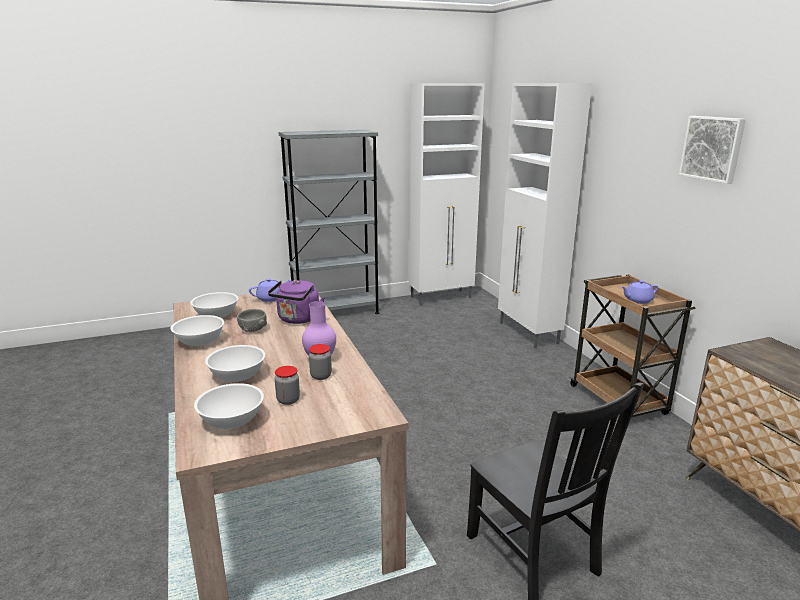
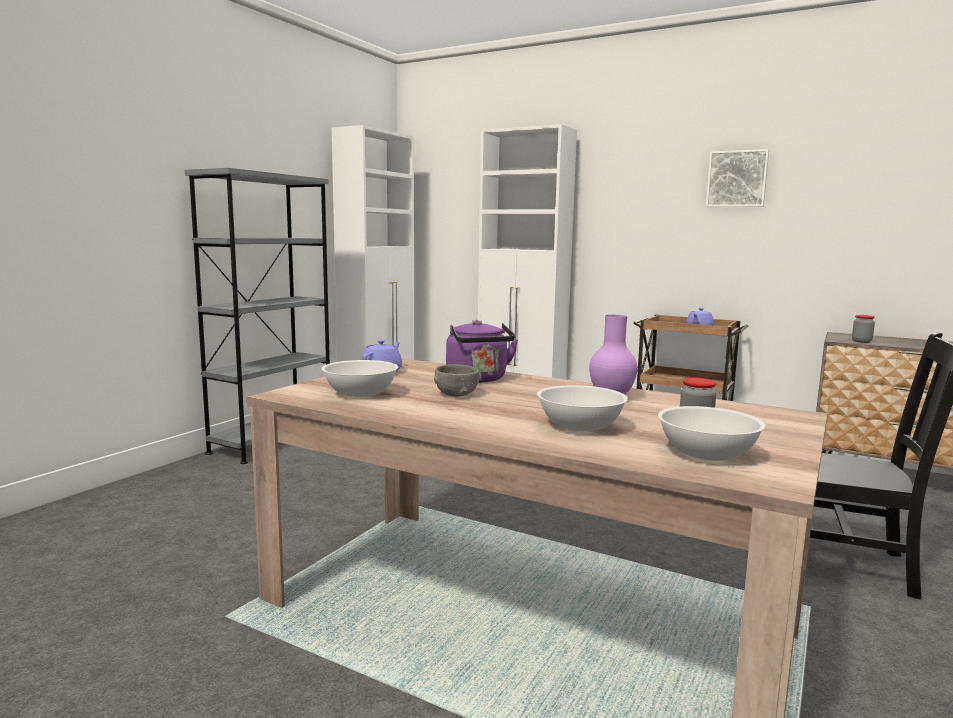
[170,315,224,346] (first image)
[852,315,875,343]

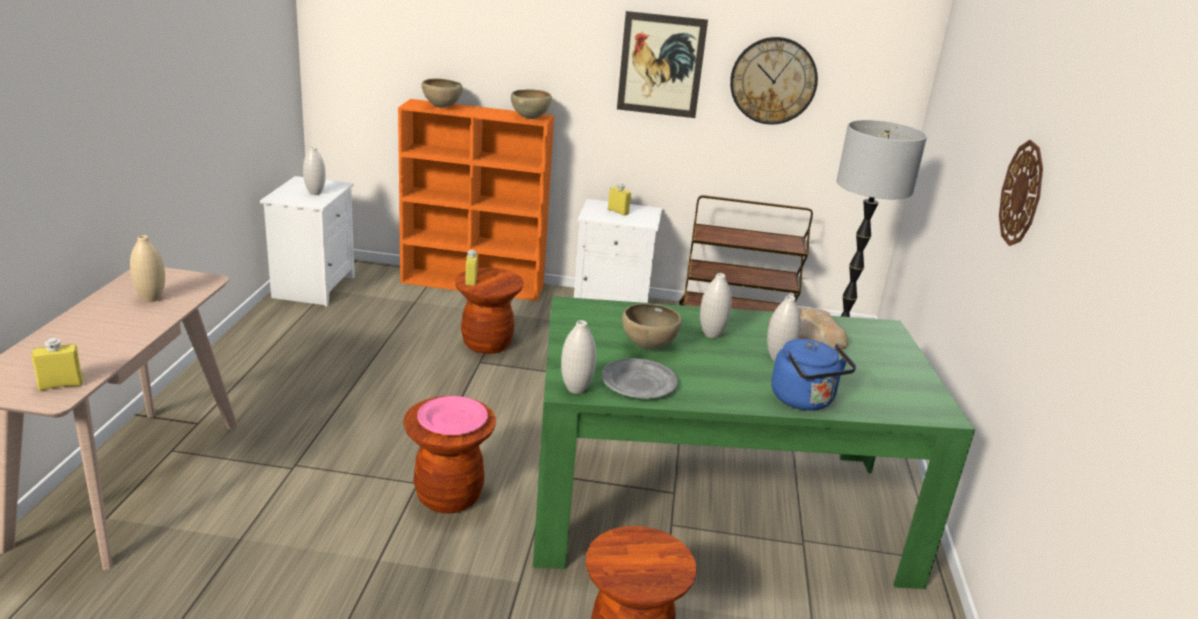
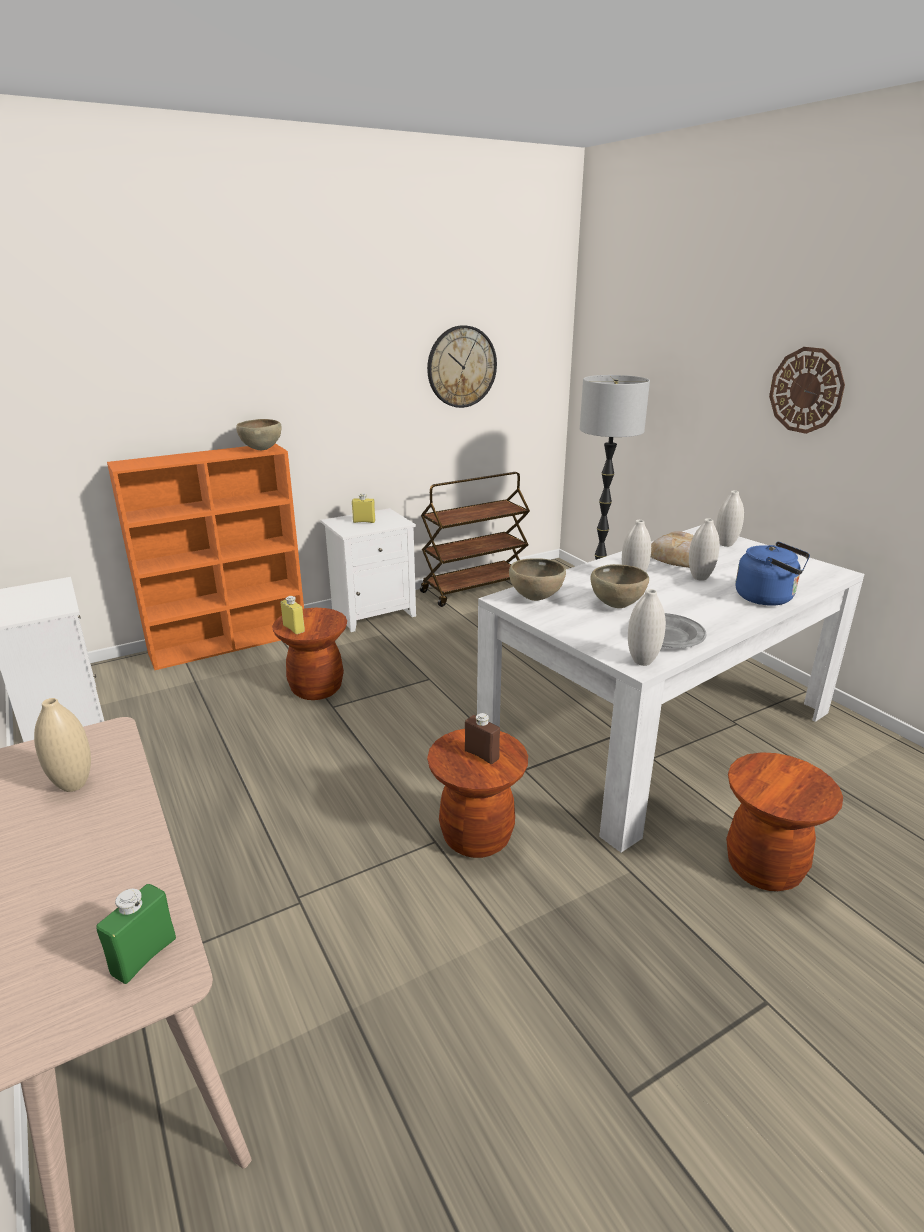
[96,884,176,984]
[716,491,744,547]
[465,713,500,764]
[509,558,566,601]
[477,525,864,853]
[617,11,708,118] (first image)

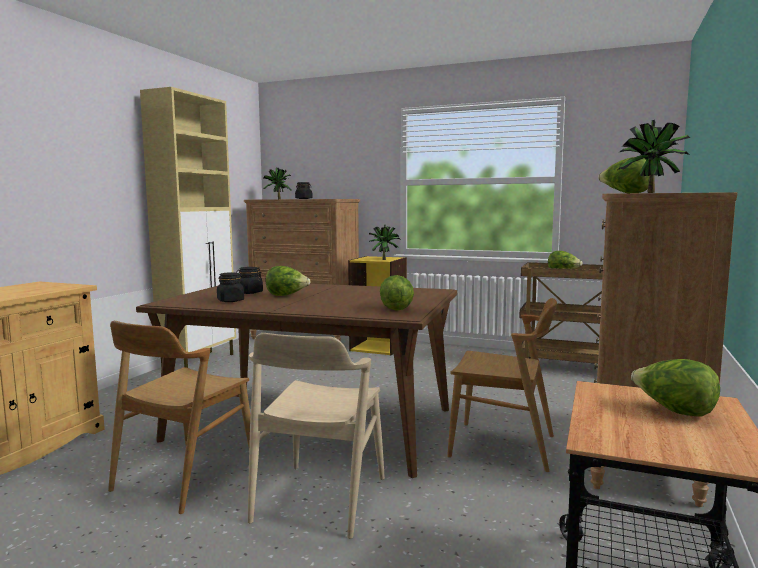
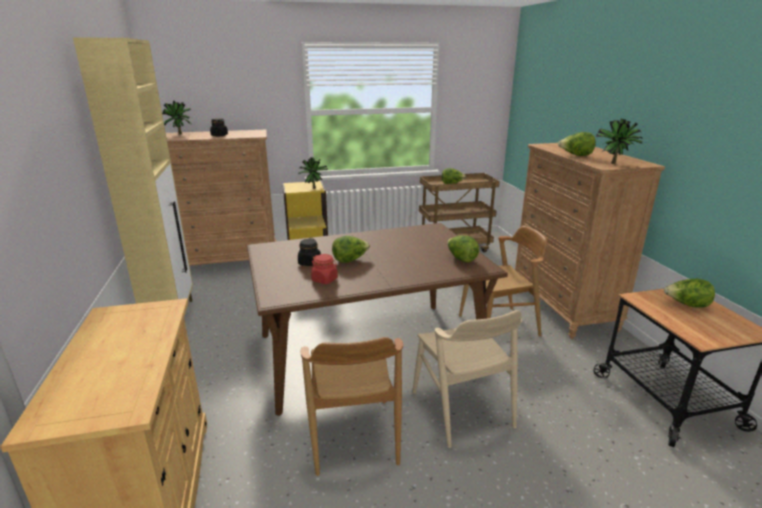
[311,254,338,284]

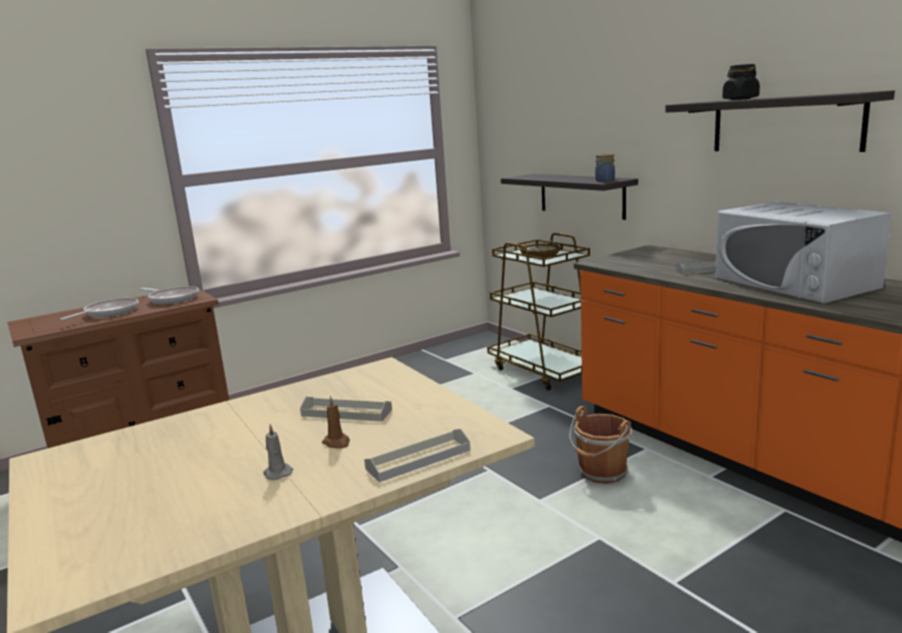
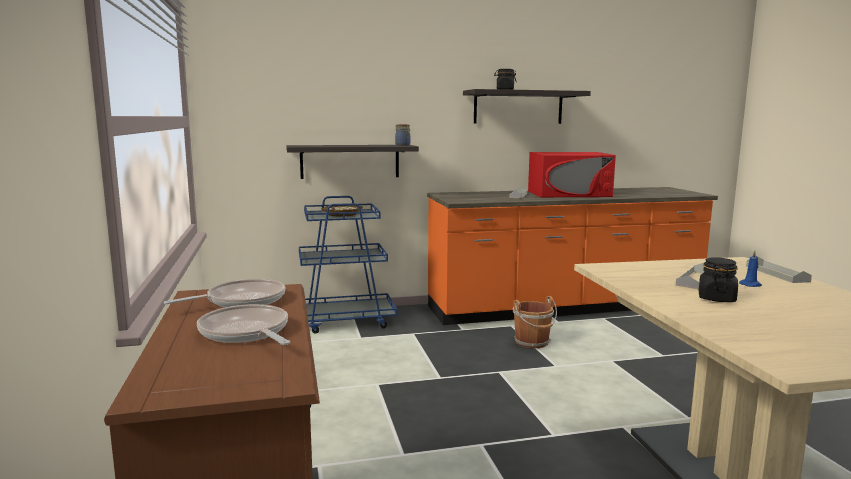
[263,424,293,480] (first image)
[739,250,762,287]
[299,196,397,334]
[528,152,616,197]
[699,257,738,302]

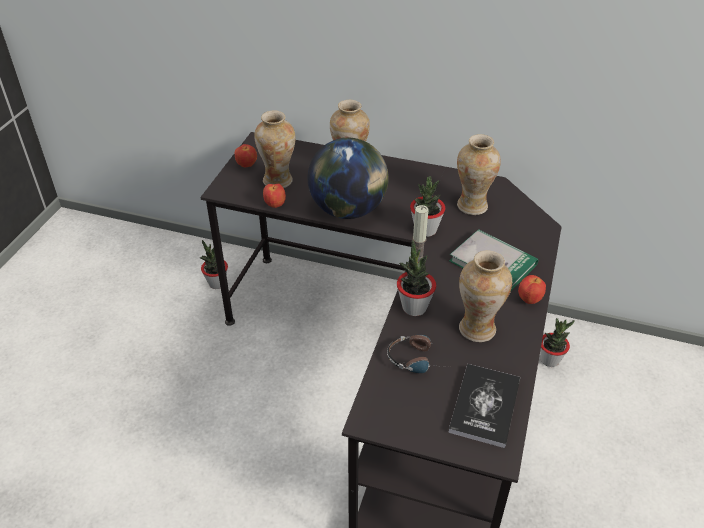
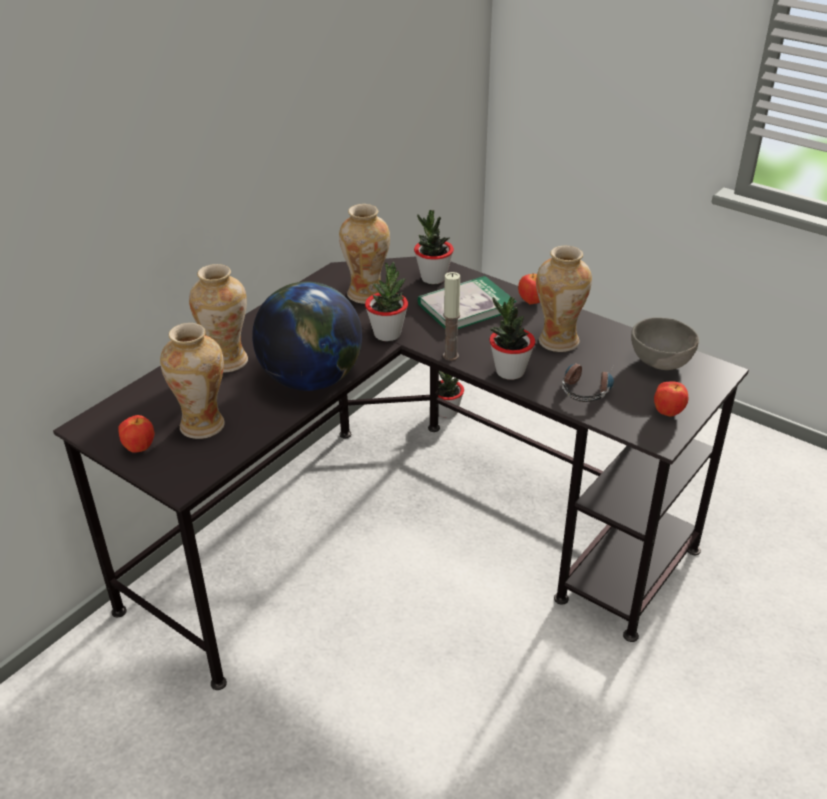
[414,210,454,284]
[654,381,688,417]
[631,317,699,370]

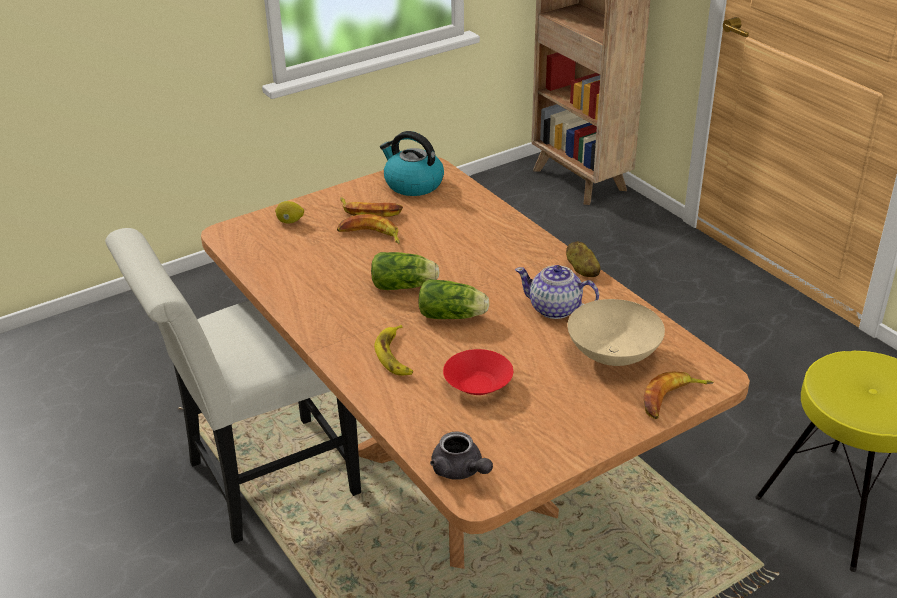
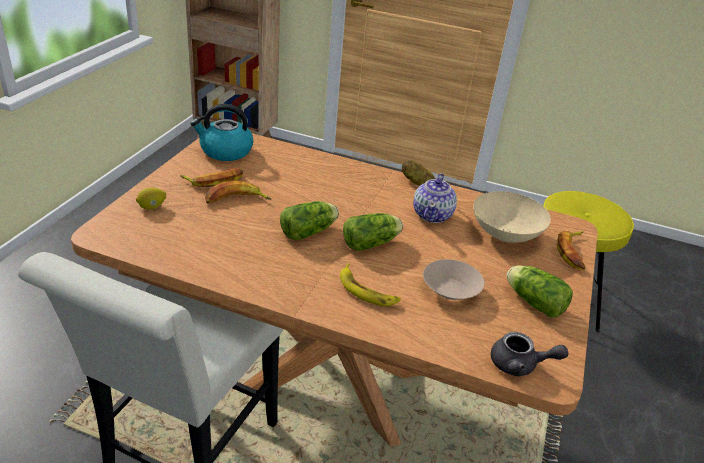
[423,259,485,300]
[413,173,457,223]
[507,265,573,318]

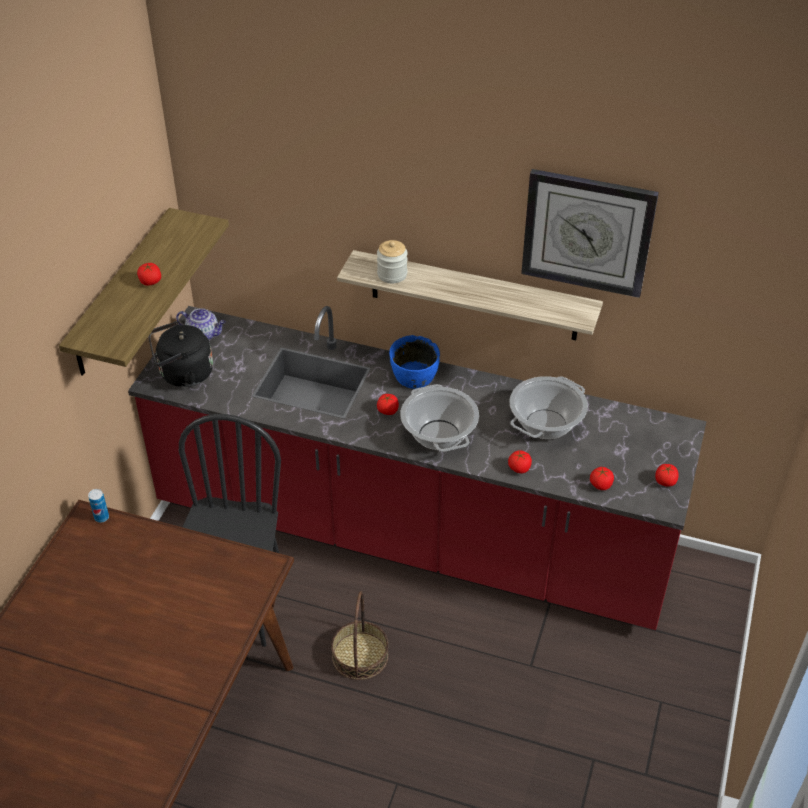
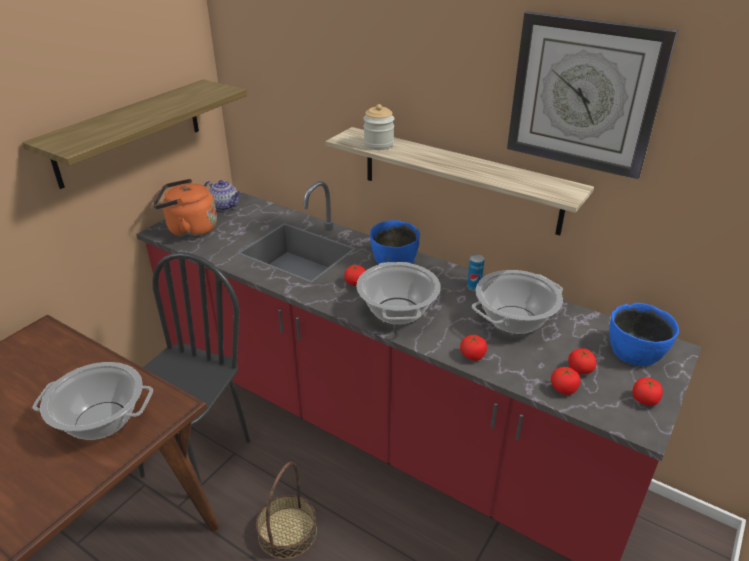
[467,255,484,291]
[568,348,596,374]
[153,179,217,238]
[32,362,153,440]
[609,303,679,366]

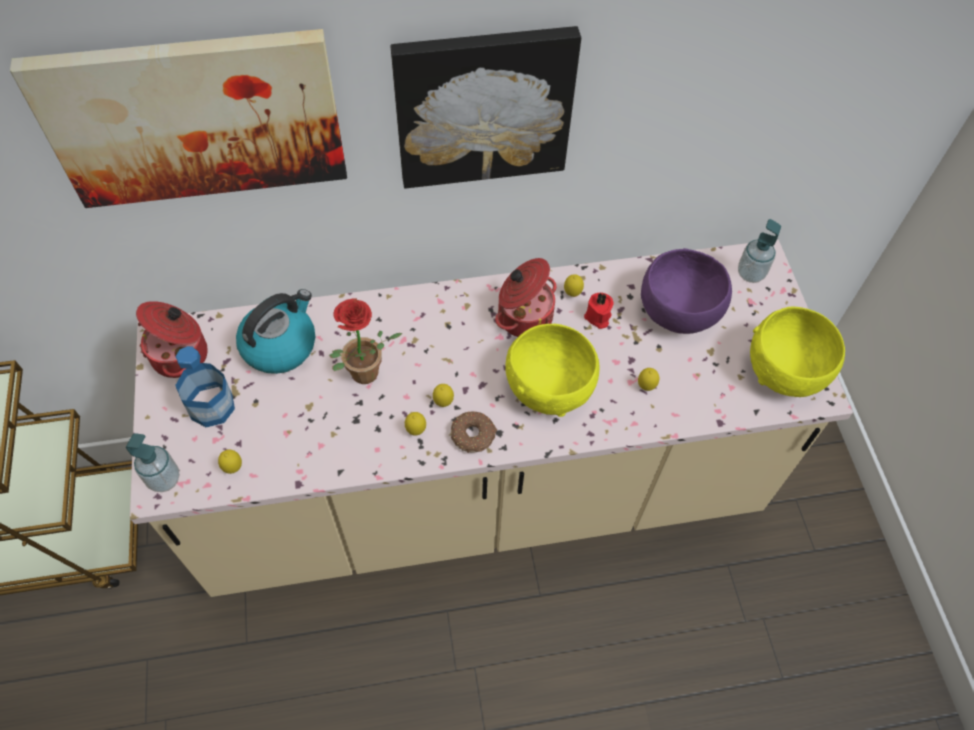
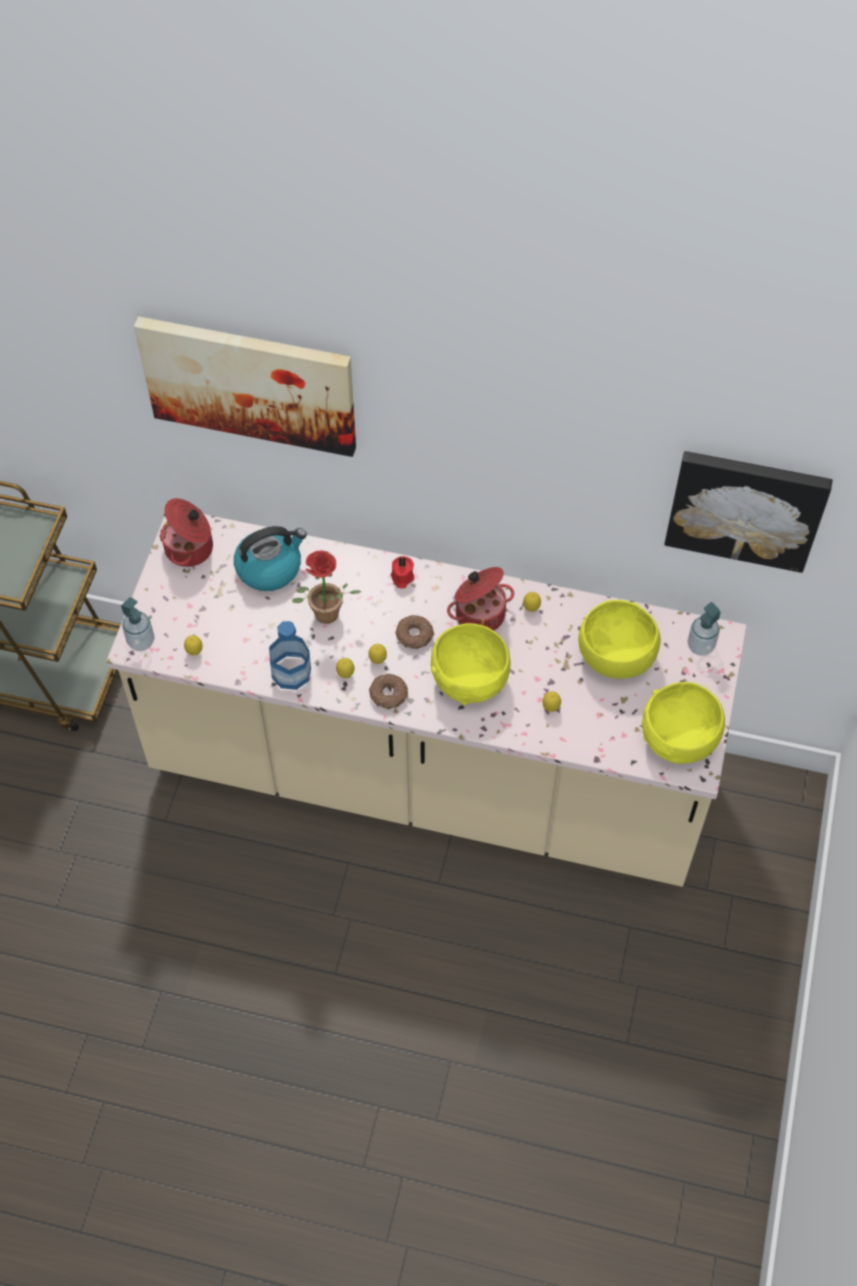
[269,621,311,690]
[664,451,833,573]
[391,556,414,588]
[578,600,661,679]
[395,615,435,649]

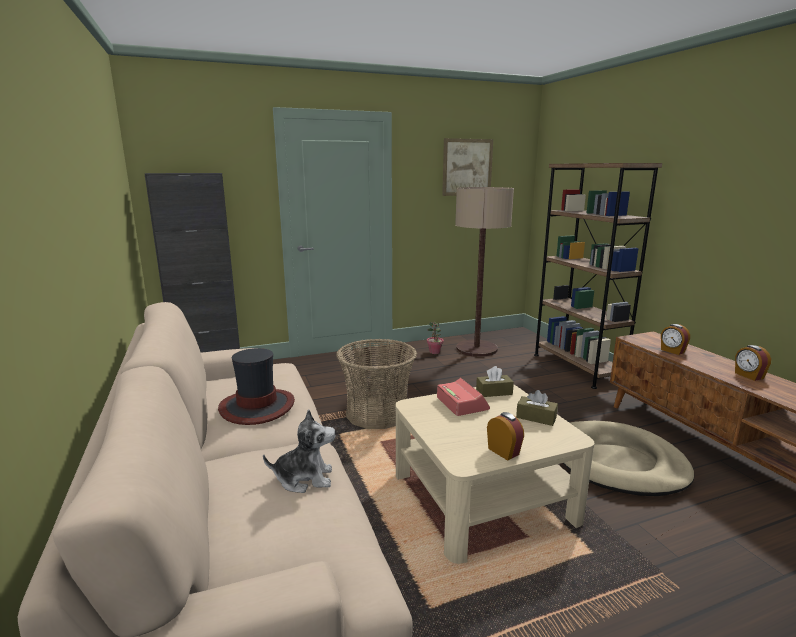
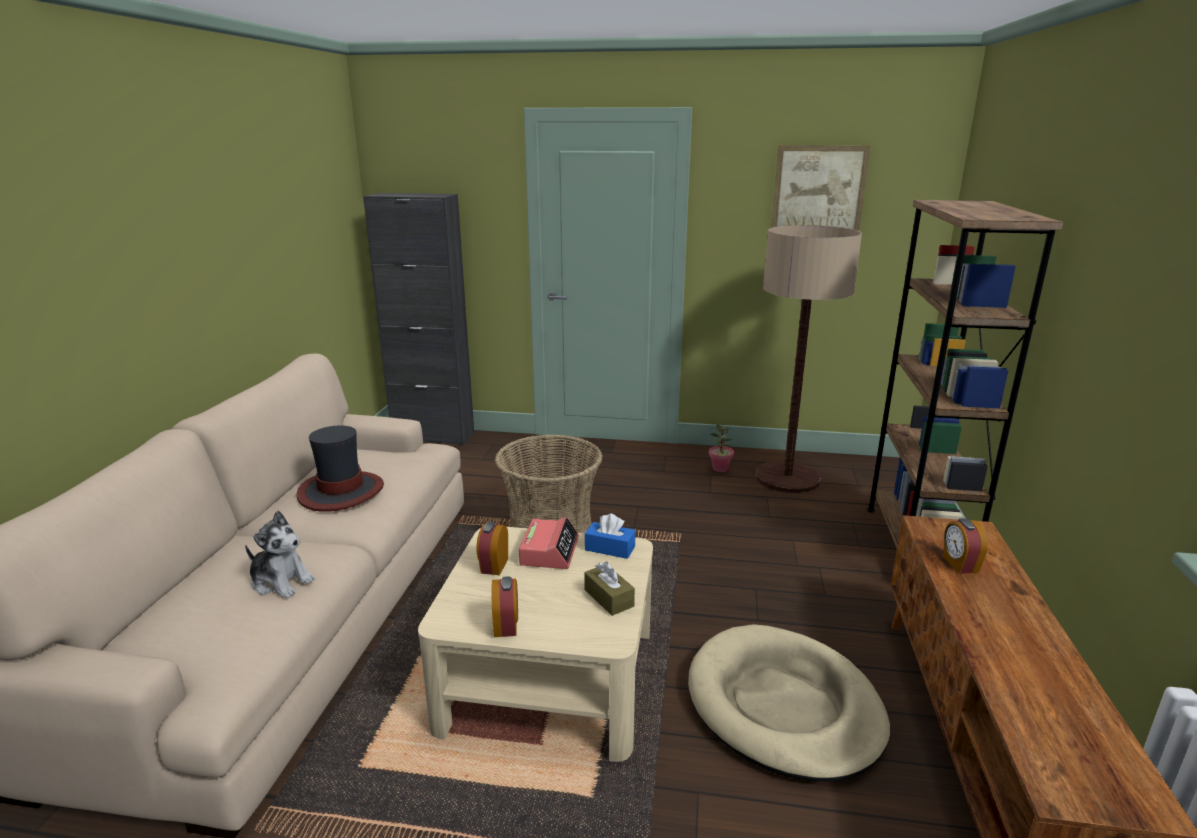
[585,514,635,559]
[477,522,508,575]

